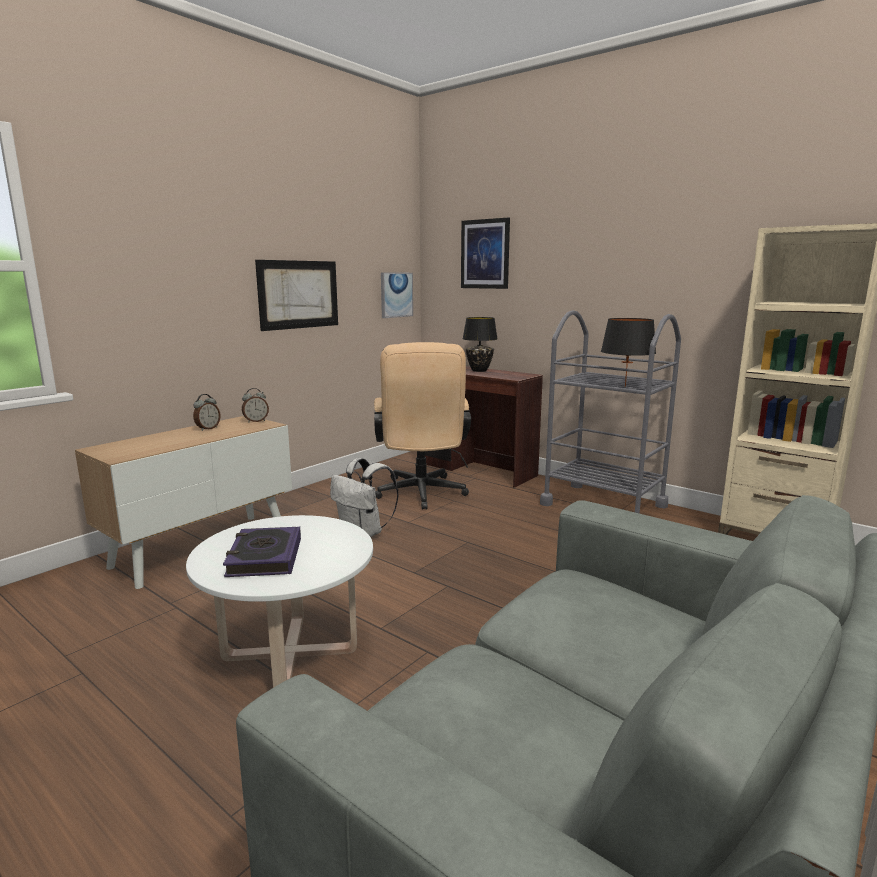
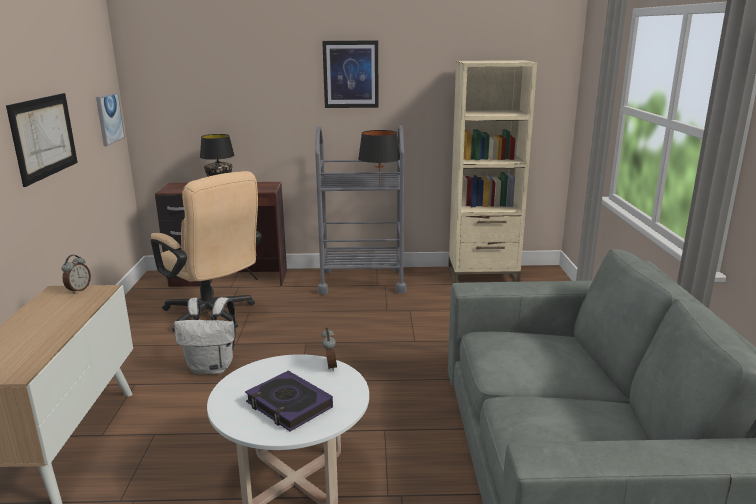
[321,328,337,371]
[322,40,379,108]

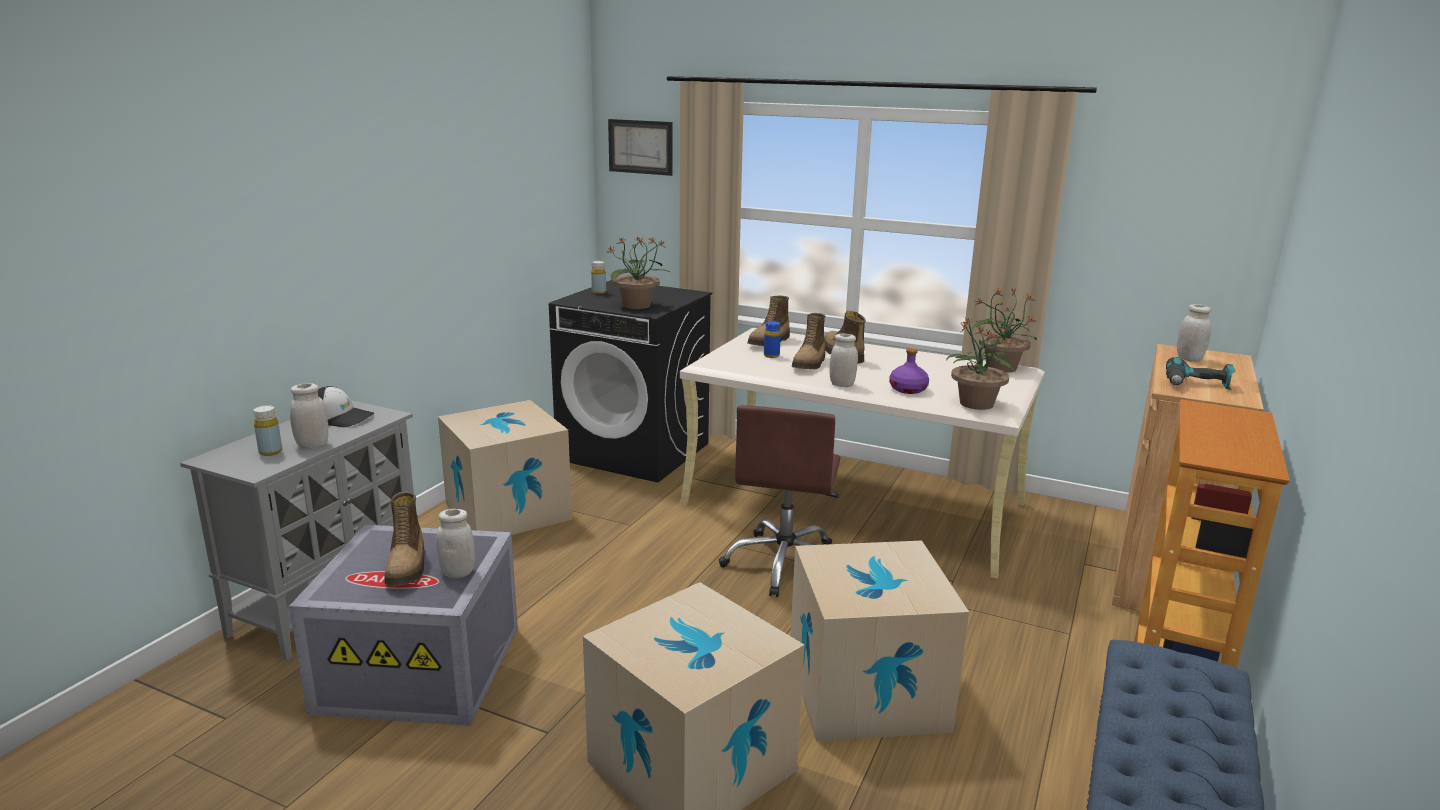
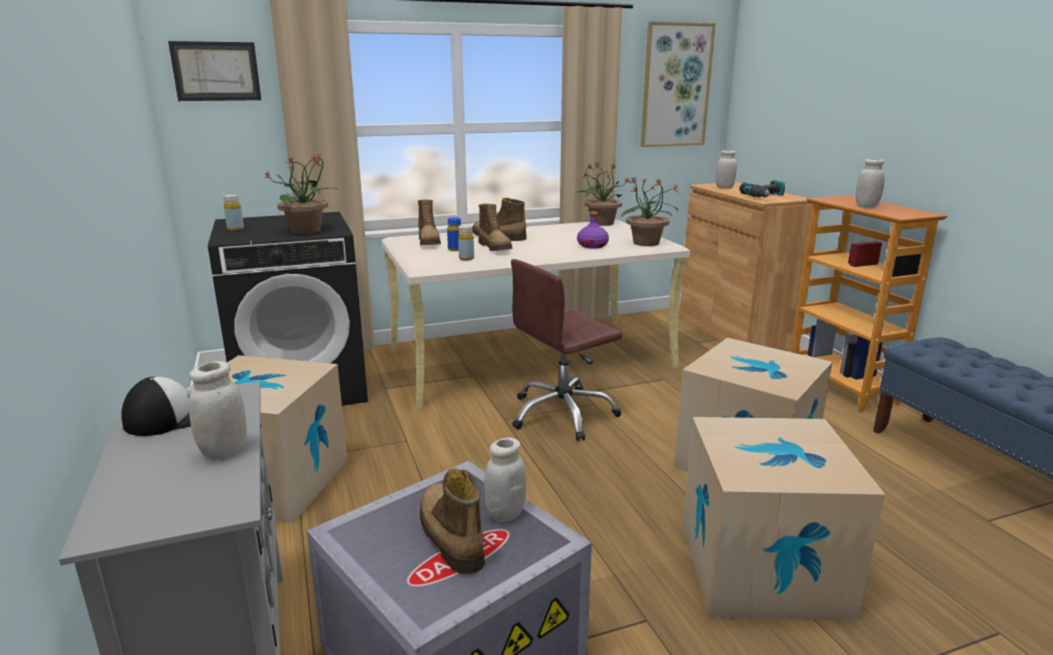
[458,225,474,261]
[420,469,485,574]
[511,259,622,441]
[856,158,885,208]
[640,21,716,147]

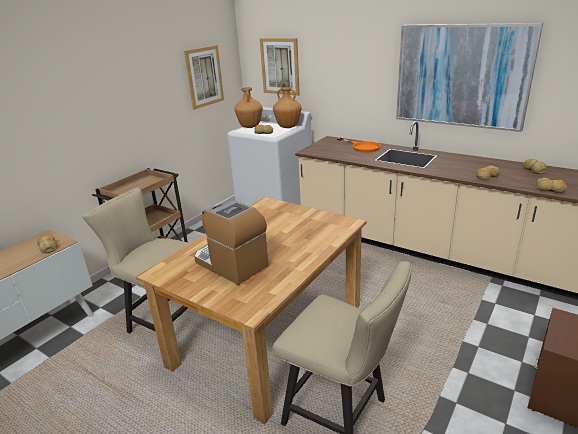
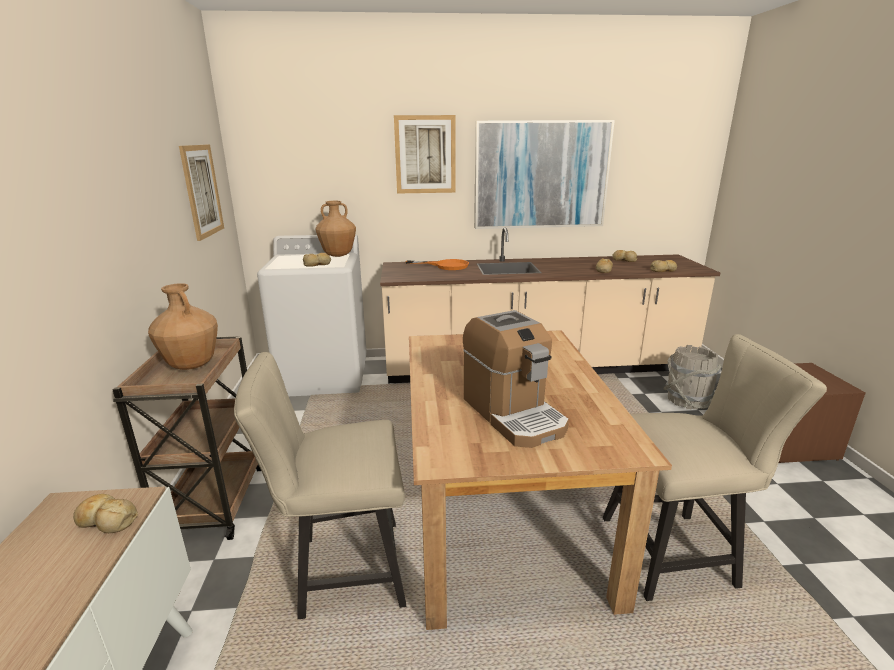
[463,310,569,448]
[148,283,218,370]
[394,115,456,194]
[663,345,722,409]

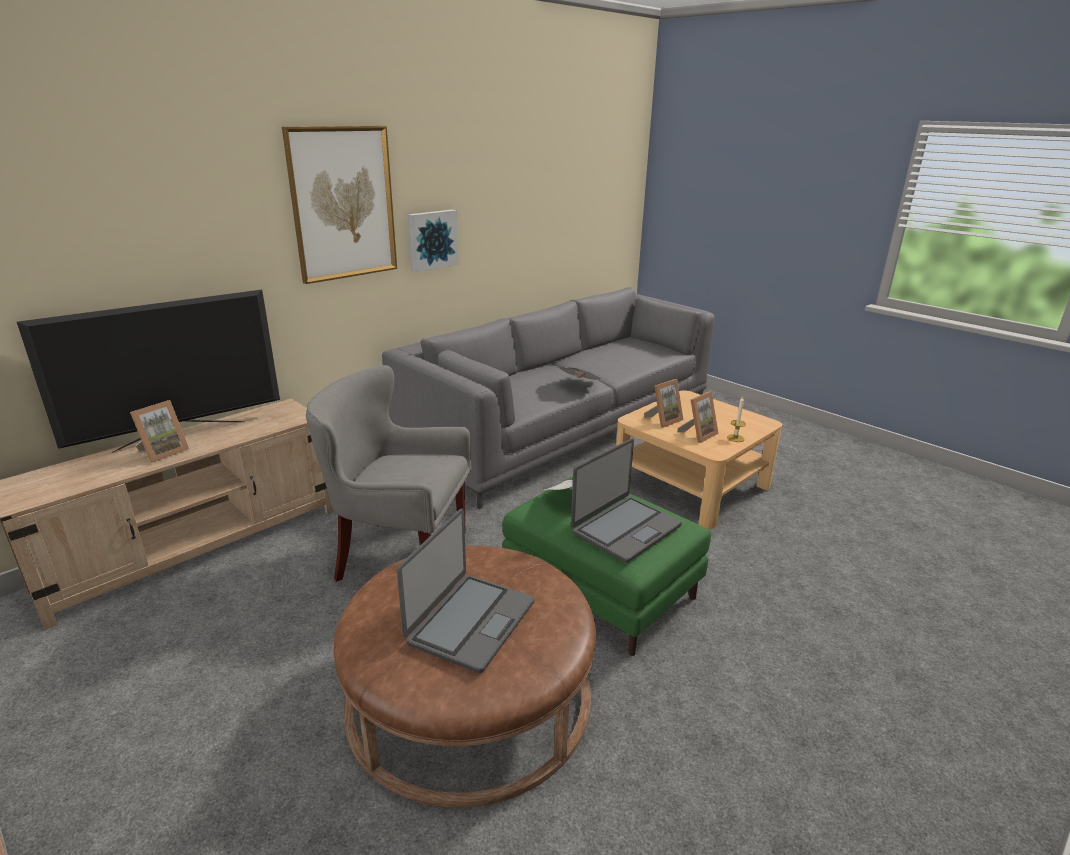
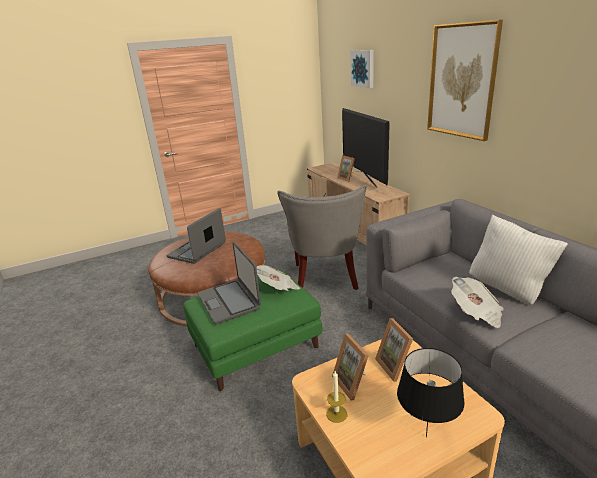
[277,185,367,290]
[166,208,226,264]
[350,50,374,88]
[397,348,465,437]
[469,214,568,305]

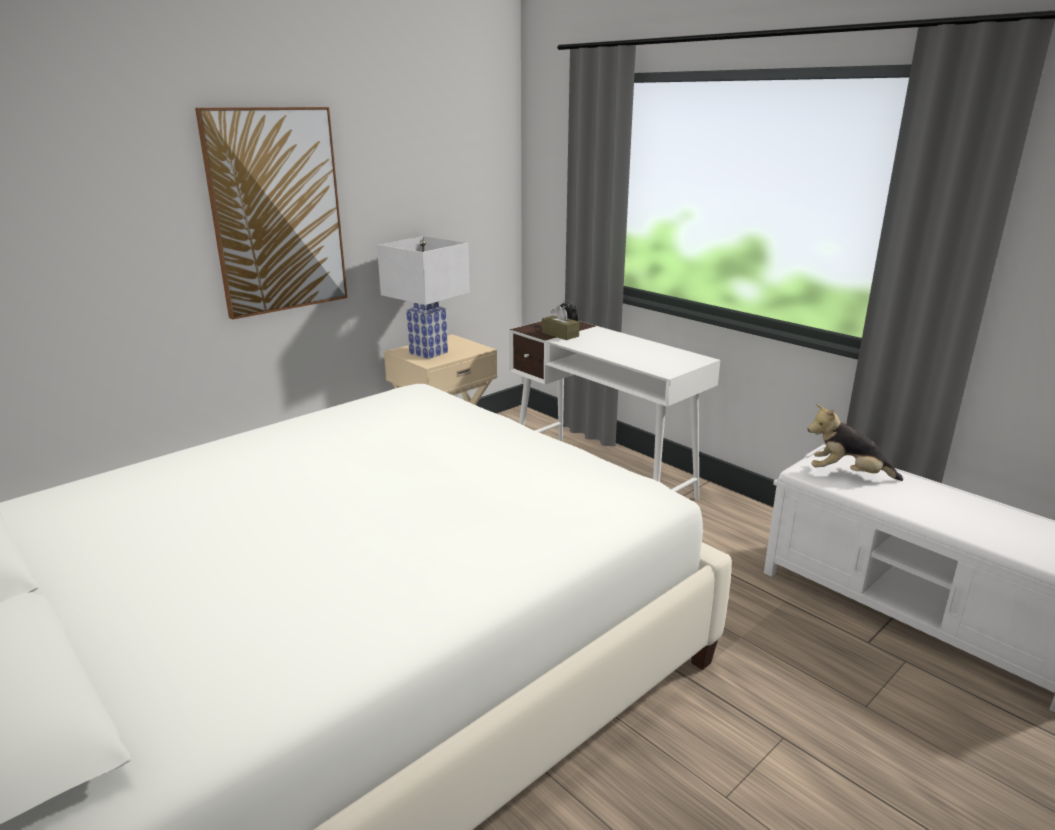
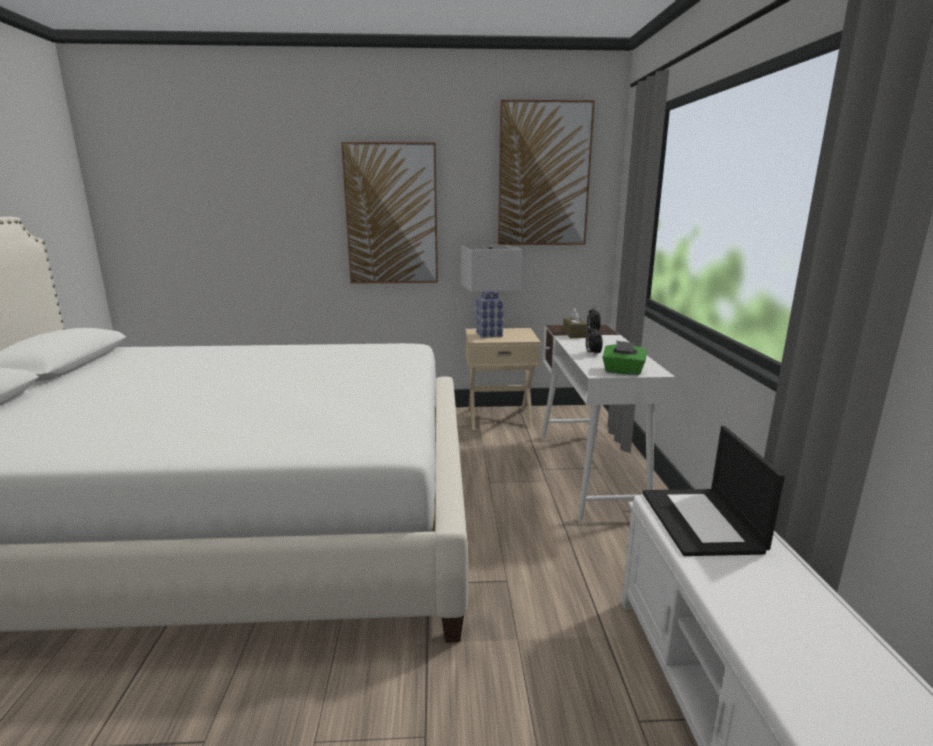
[643,426,785,556]
[498,100,595,245]
[586,325,603,355]
[602,340,647,375]

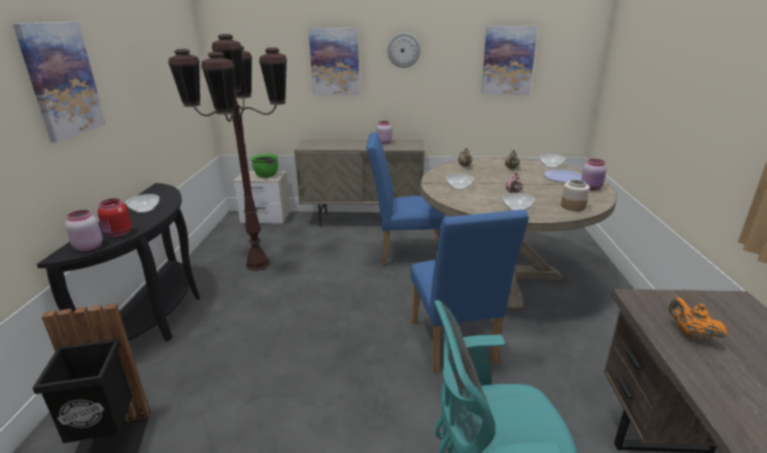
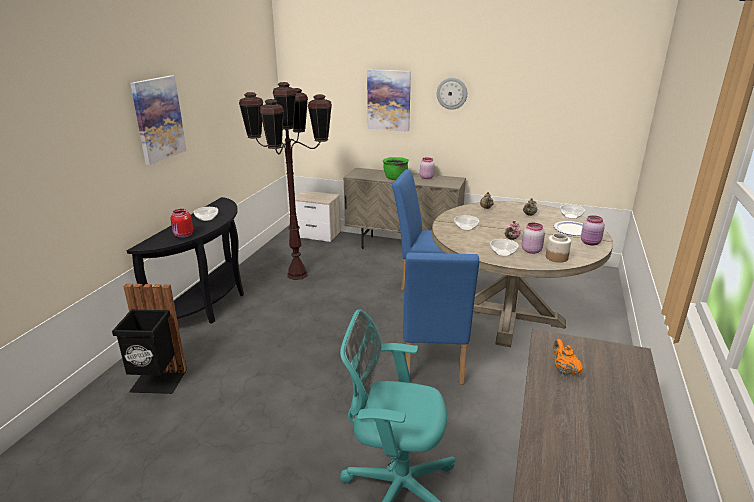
[522,223,545,254]
[383,157,409,180]
[481,26,538,94] (first image)

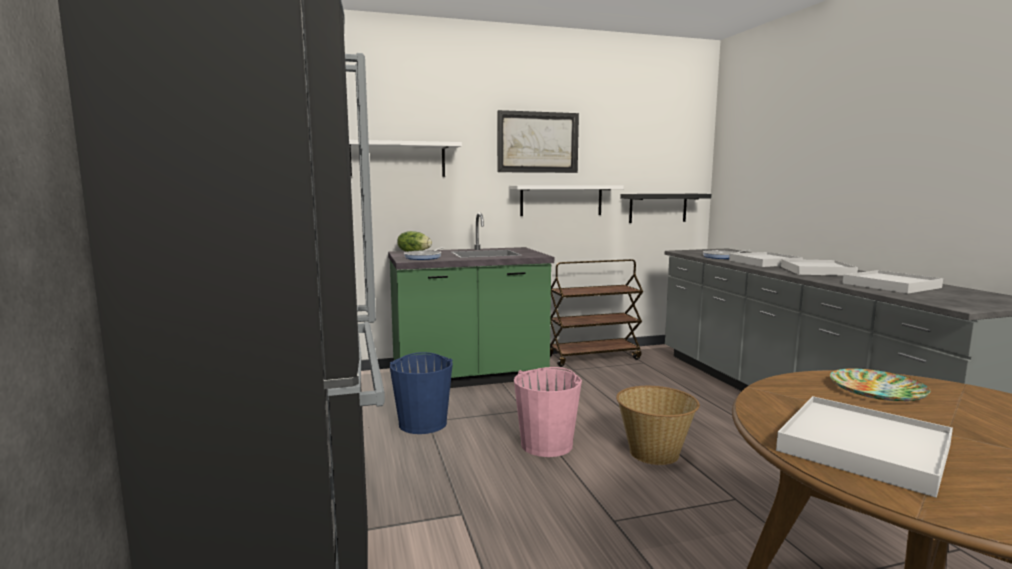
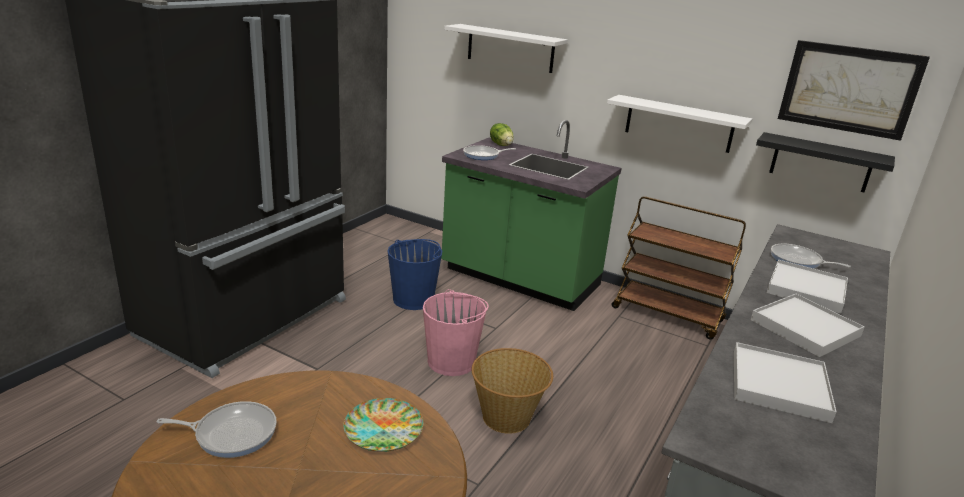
[778,40,930,141]
[157,401,277,458]

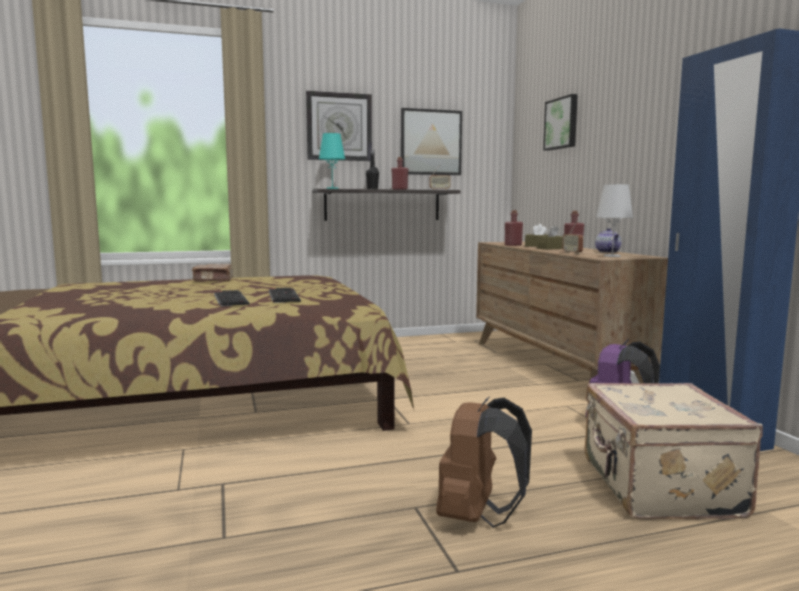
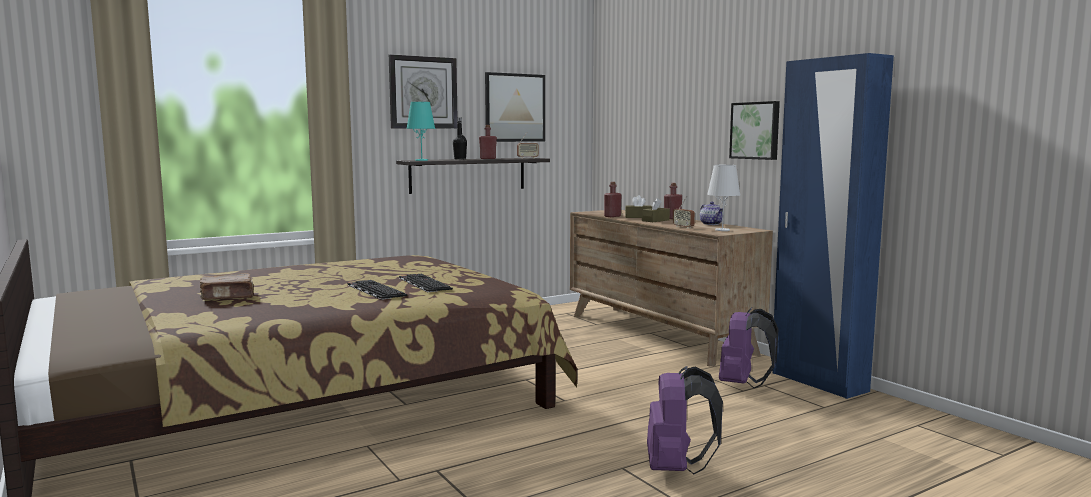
[200,273,254,300]
[647,366,723,474]
[729,101,780,160]
[585,383,763,520] (first image)

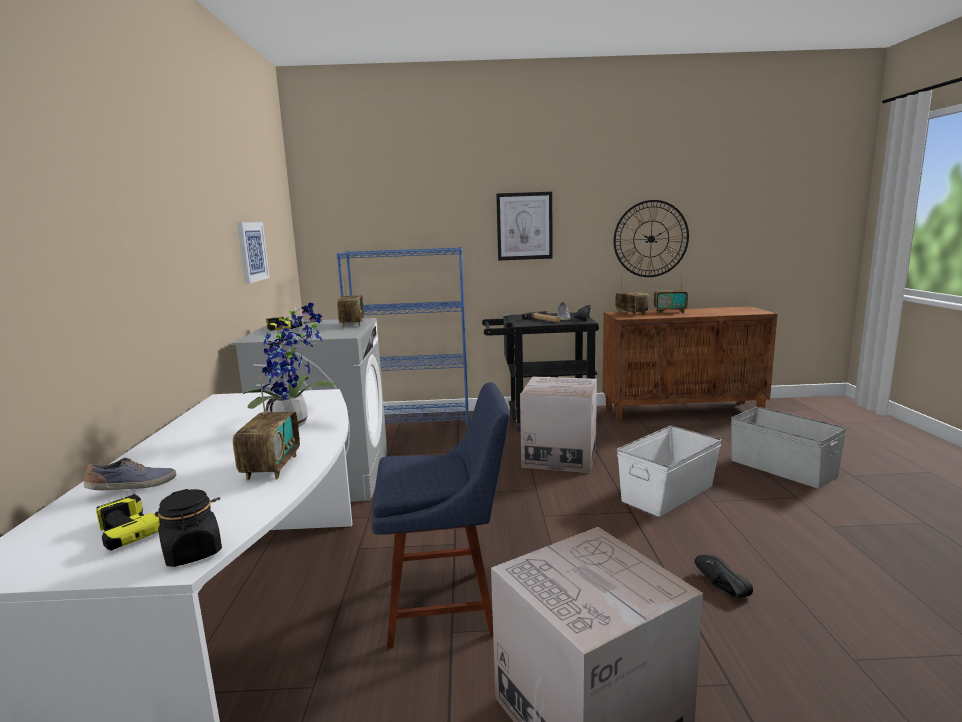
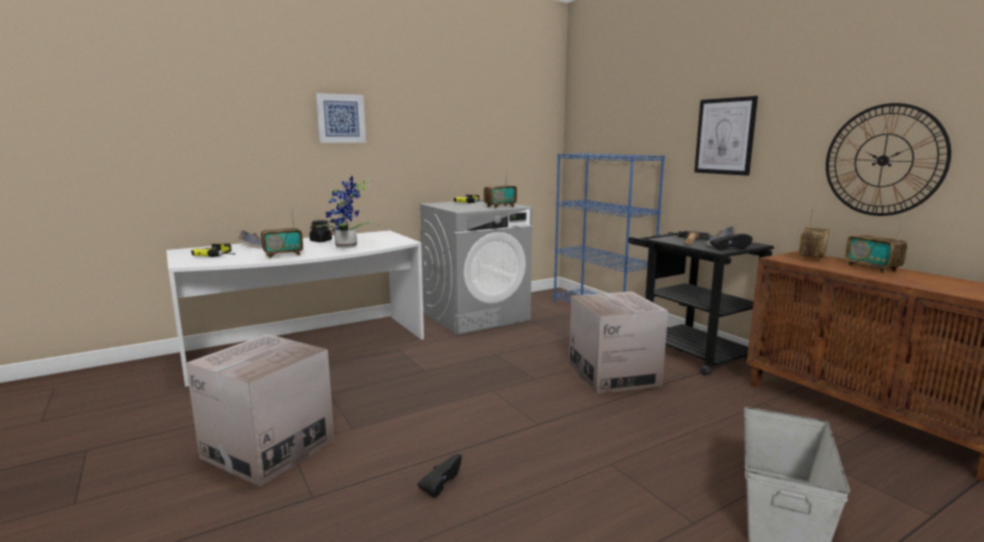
[309,220,332,242]
[315,93,366,143]
[371,382,510,649] (first image)
[617,426,722,517] (first image)

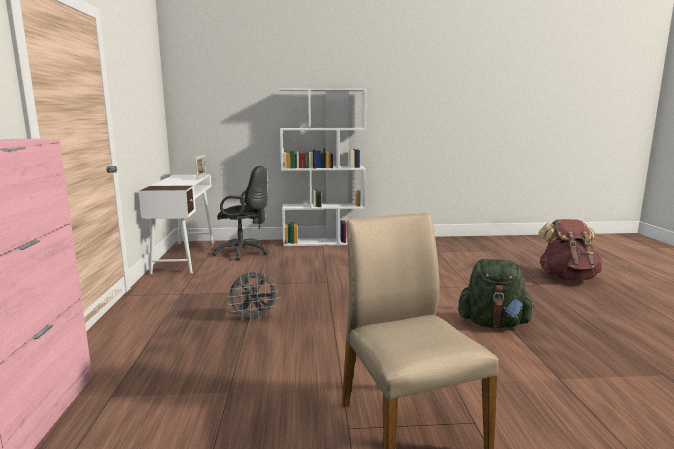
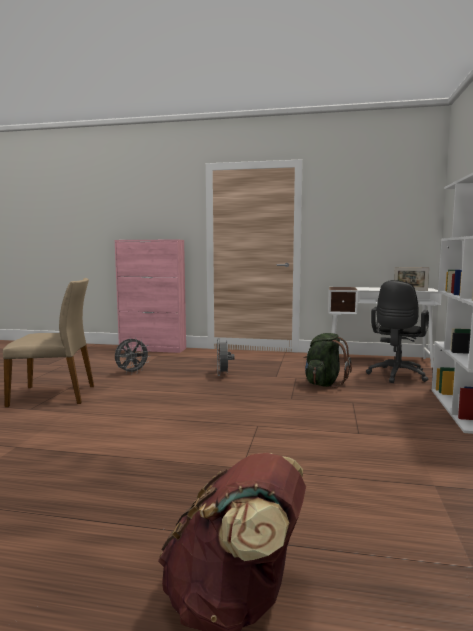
[303,333,352,388]
[115,337,150,374]

